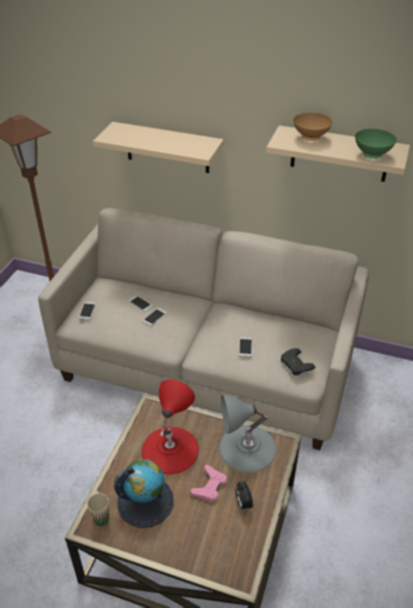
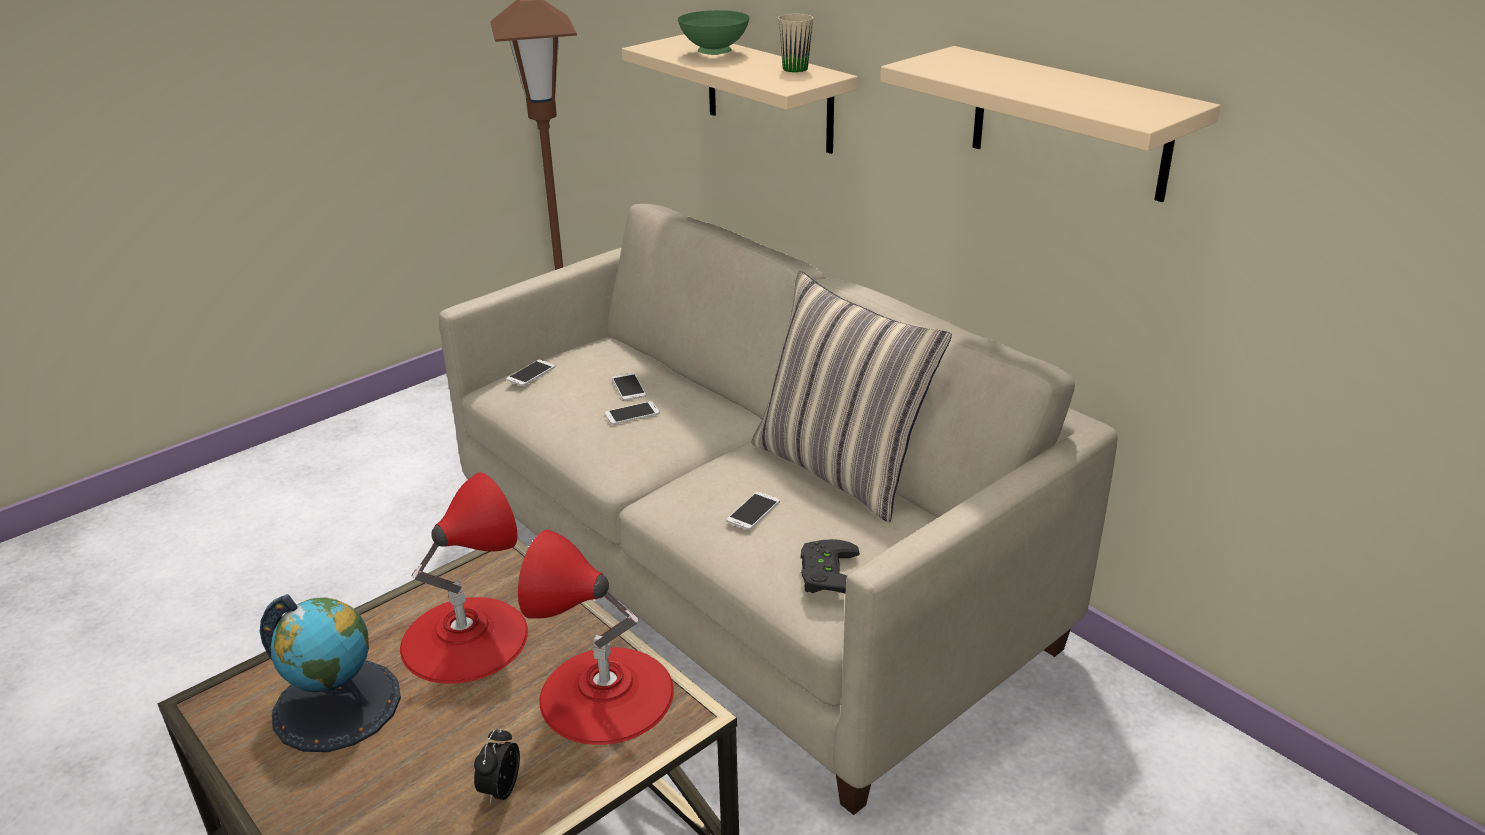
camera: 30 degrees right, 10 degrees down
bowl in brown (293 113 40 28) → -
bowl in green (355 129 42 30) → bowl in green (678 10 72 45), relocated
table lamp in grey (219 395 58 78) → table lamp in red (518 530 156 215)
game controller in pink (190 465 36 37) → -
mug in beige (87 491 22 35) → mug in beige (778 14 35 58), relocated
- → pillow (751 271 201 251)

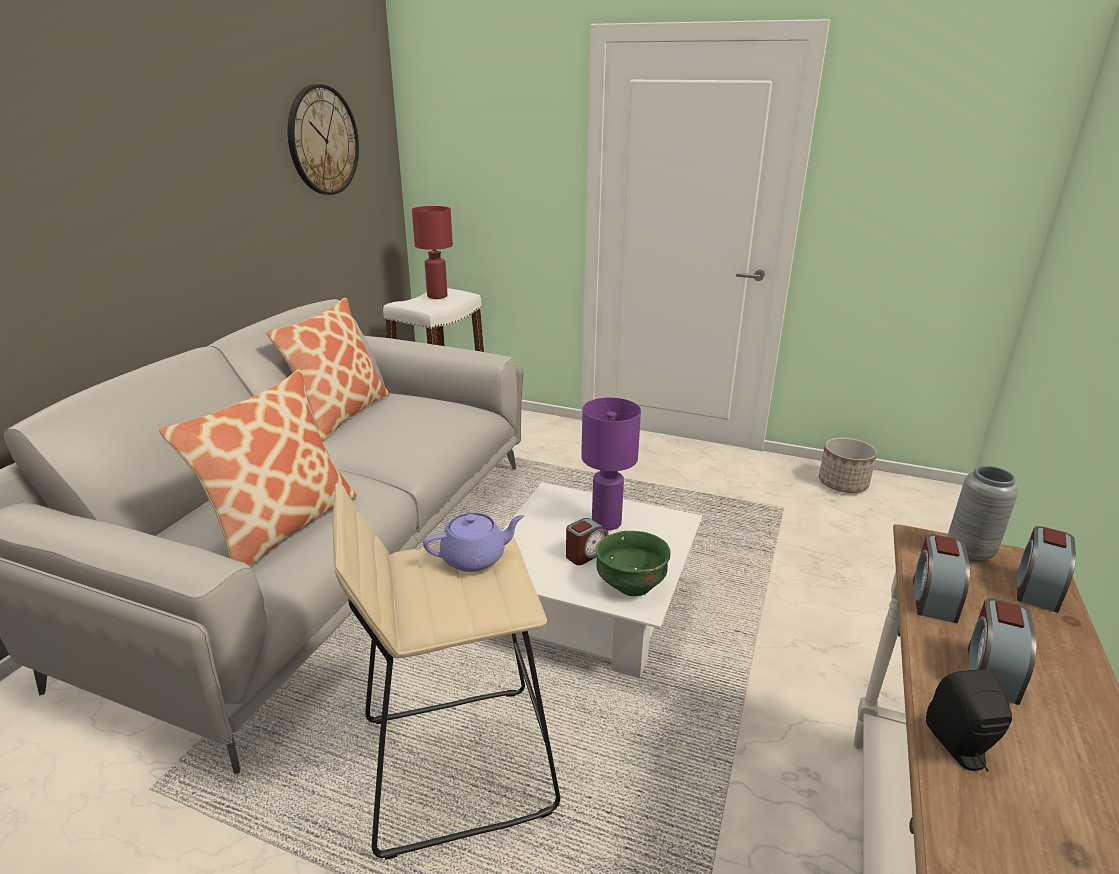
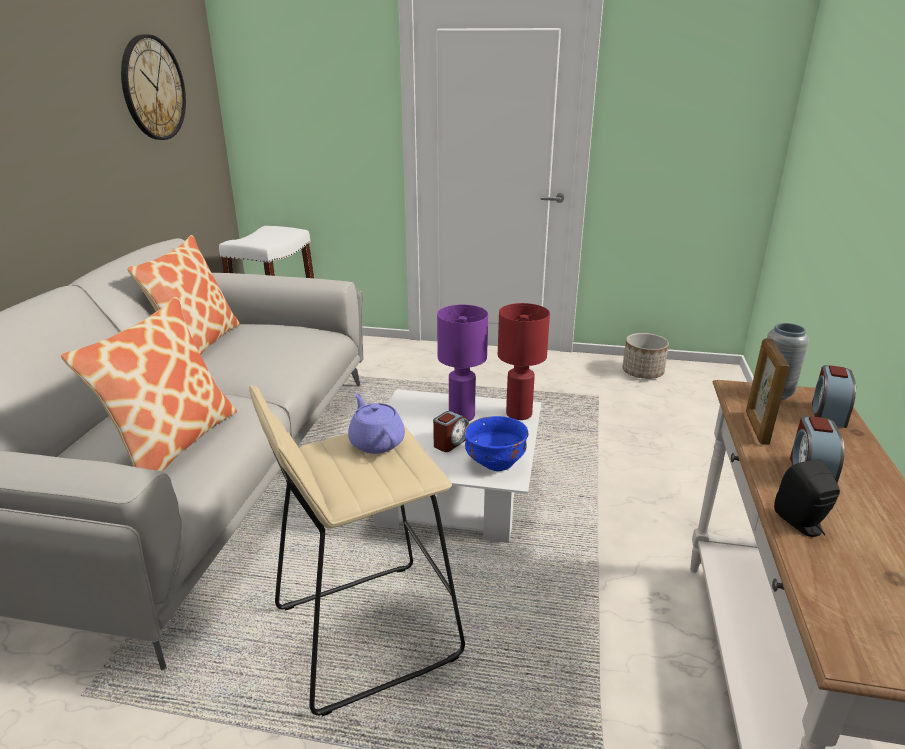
camera: 10 degrees left, 0 degrees up
table lamp in red (412 206 41 93) → table lamp in red (498 303 52 117), relocated
teapot in purple (423 513 101 59) → teapot in purple (348 393 57 61), 90 degrees counterclockwise
bowl in green (595 531 75 65) → bowl in blue (464 416 65 55)
alarm clock (913 534 57 89) → picture frame (746 338 43 107)

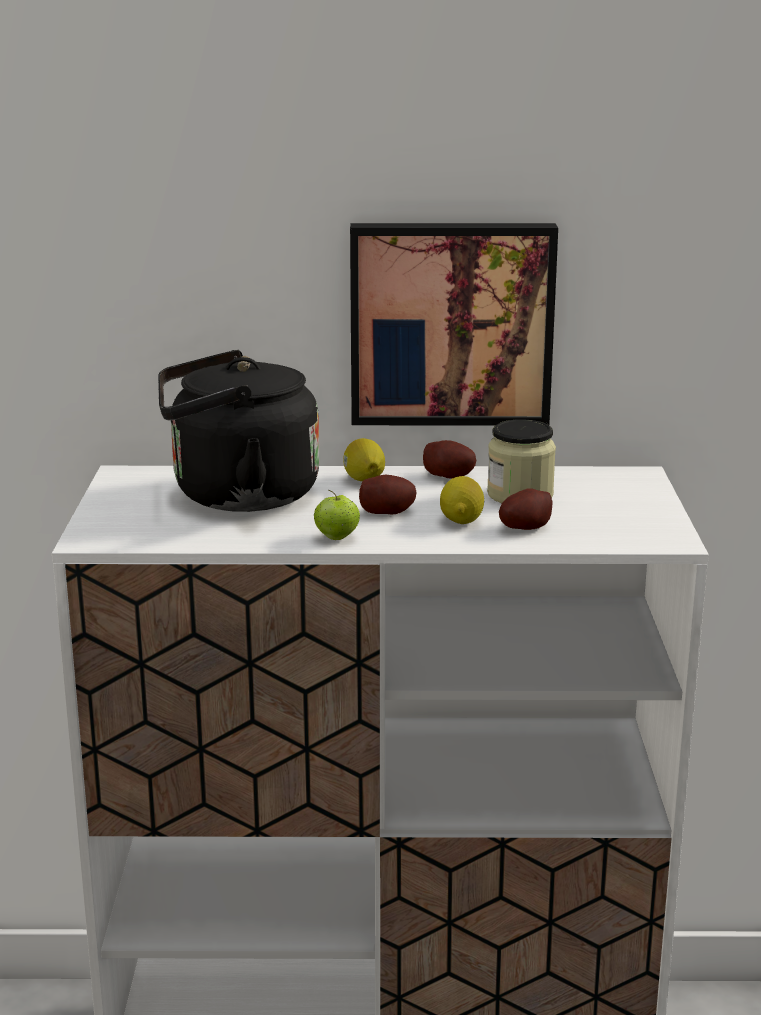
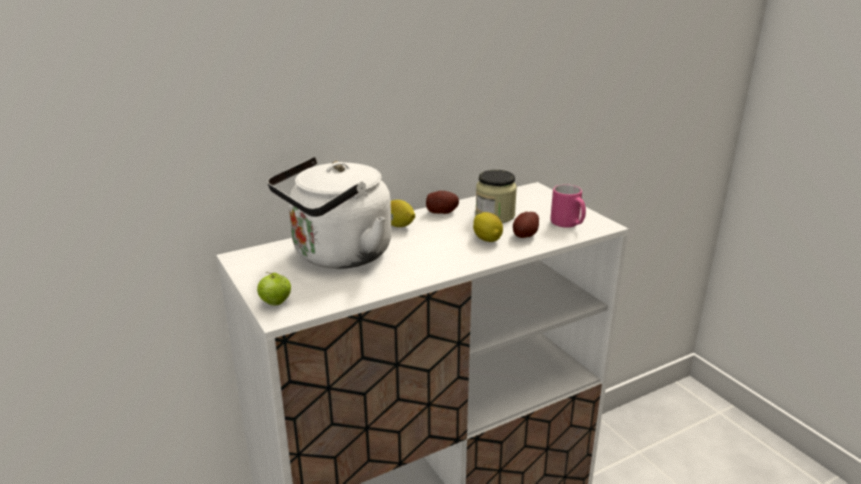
camera: 30 degrees left, 5 degrees up
picture (350 223 208 203) → -
kettle in black (158 350 161 162) → kettle in white (267 157 125 112)
potato (359 475 57 40) → -
apple (314 490 46 50) → apple (257 272 34 34), relocated
- → mug in pink (551 184 35 44)

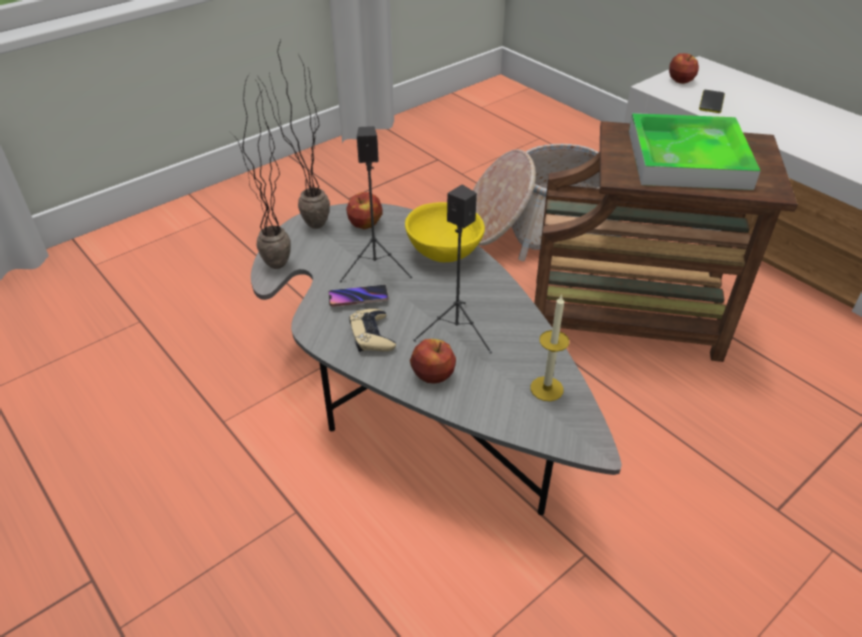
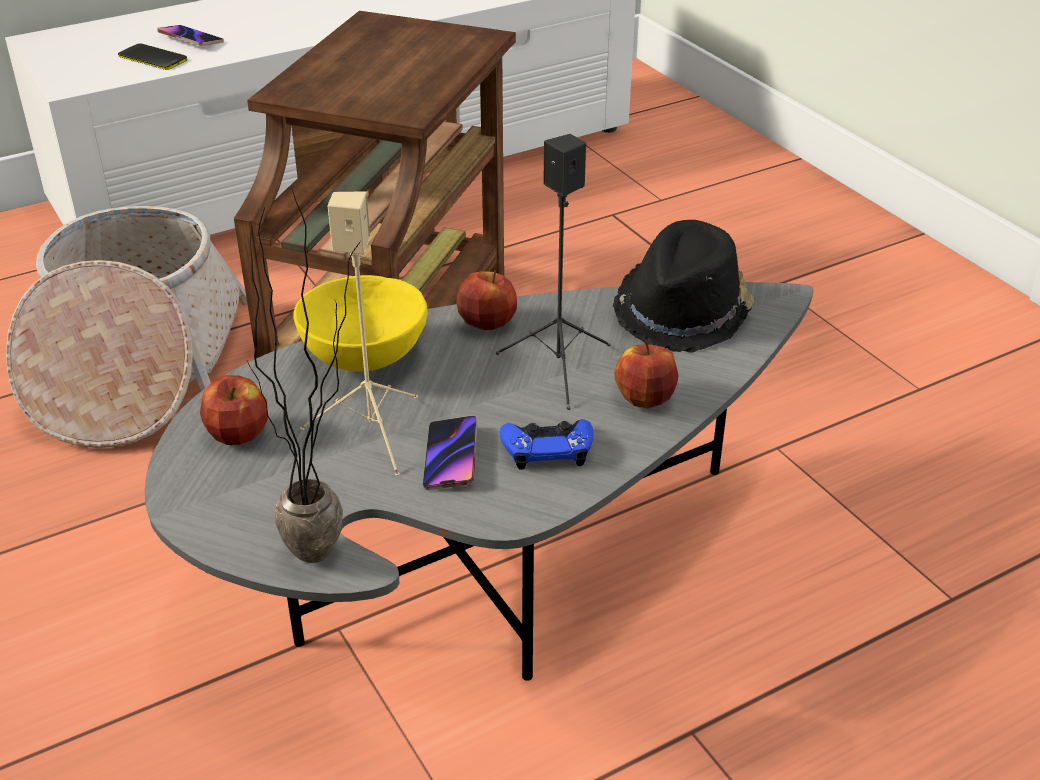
camera: 80 degrees left, 5 degrees down
potted plant (258 40 72 189) → -
apple (669 53 30 31) → apple (457 270 60 60), relocated
tray (629 113 132 77) → -
speaker in black (340 126 72 156) → speaker in beige (300 191 118 285)
candle (530 294 39 107) → hat in black (613 220 142 133)
game controller in beige (349 309 47 43) → game controller in blue (500 419 94 51)
- → phone (158 25 66 21)

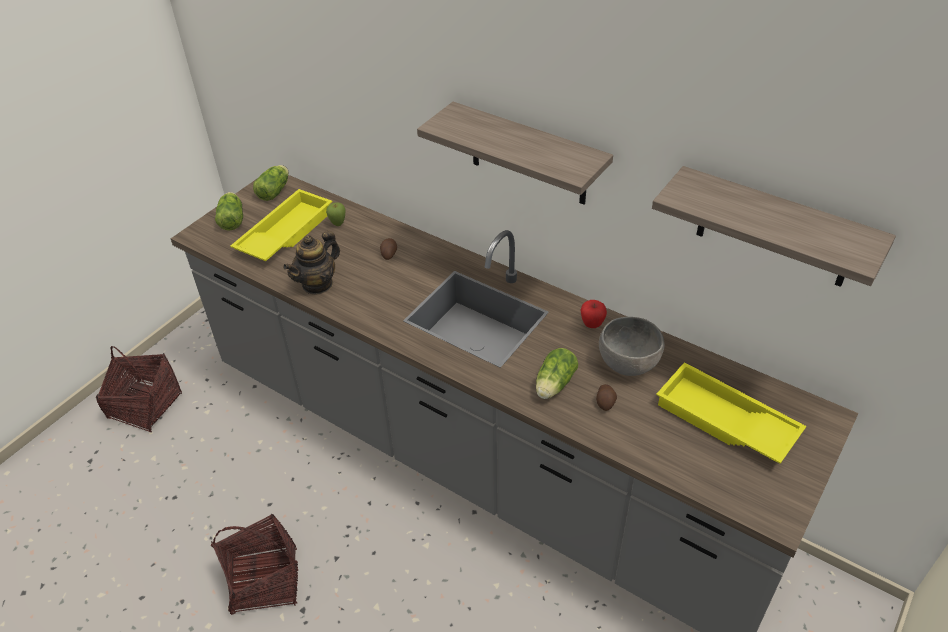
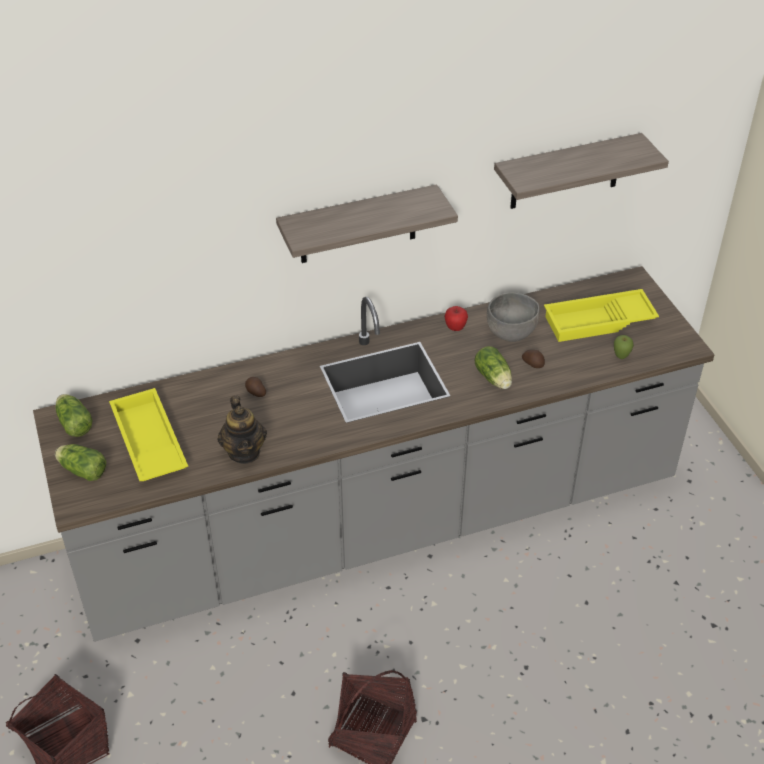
camera: 55 degrees left, 0 degrees up
apple (326 202 19 24) → apple (614 335 20 24), relocated

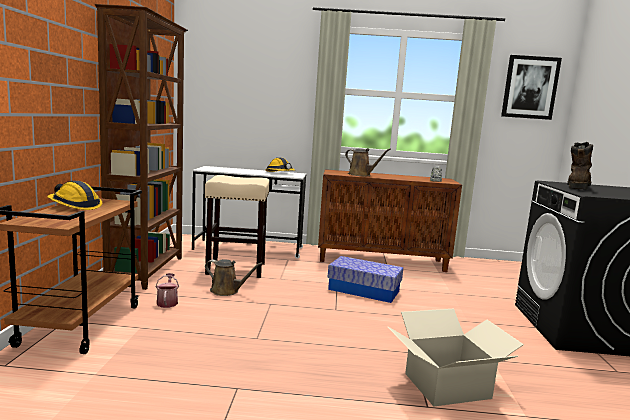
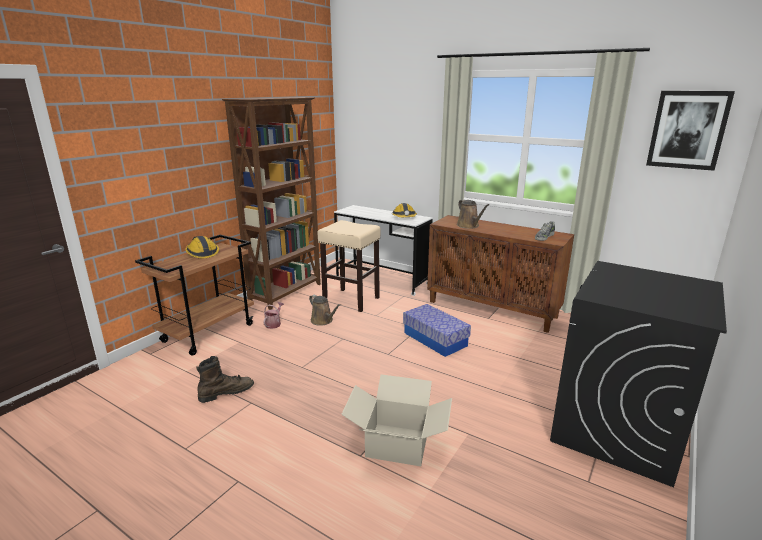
camera: 30 degrees right, 10 degrees up
boot in brown (567 142 26 47) → boot in brown (196 356 58 47), relocated

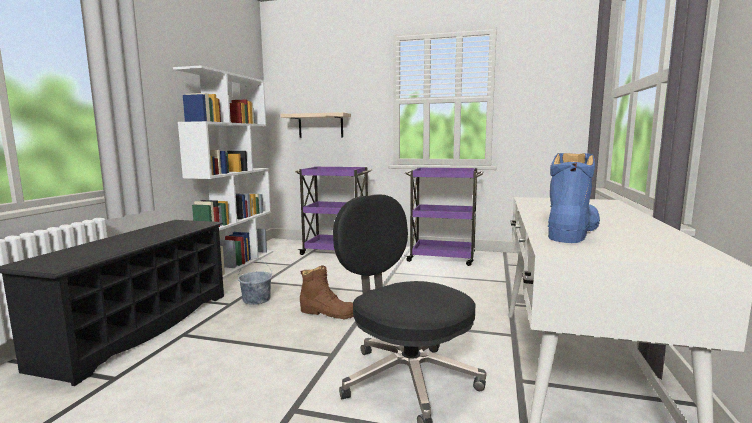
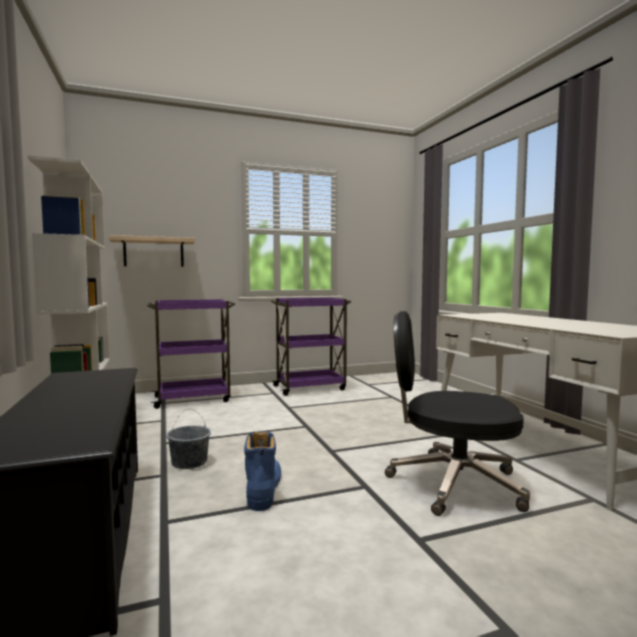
camera: 35 degrees left, 5 degrees down
boot in blue (548 153 52 90) → boot in blue (244 431 37 80), relocated
boot in brown (300 265 53 55) → -

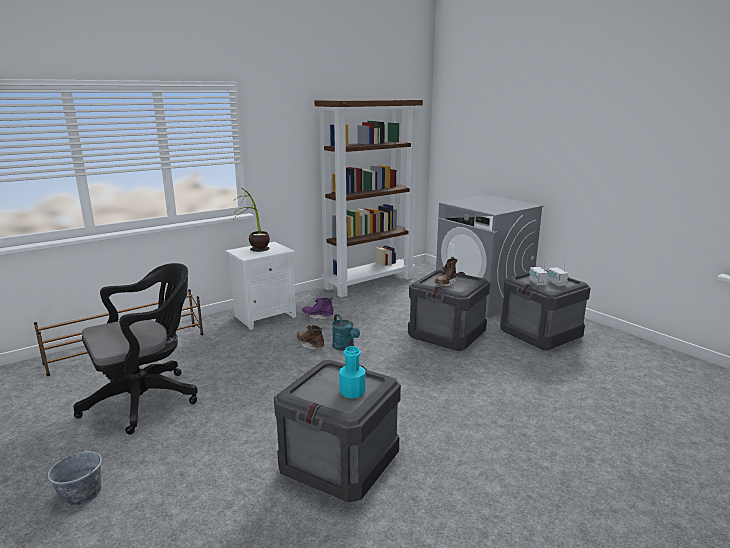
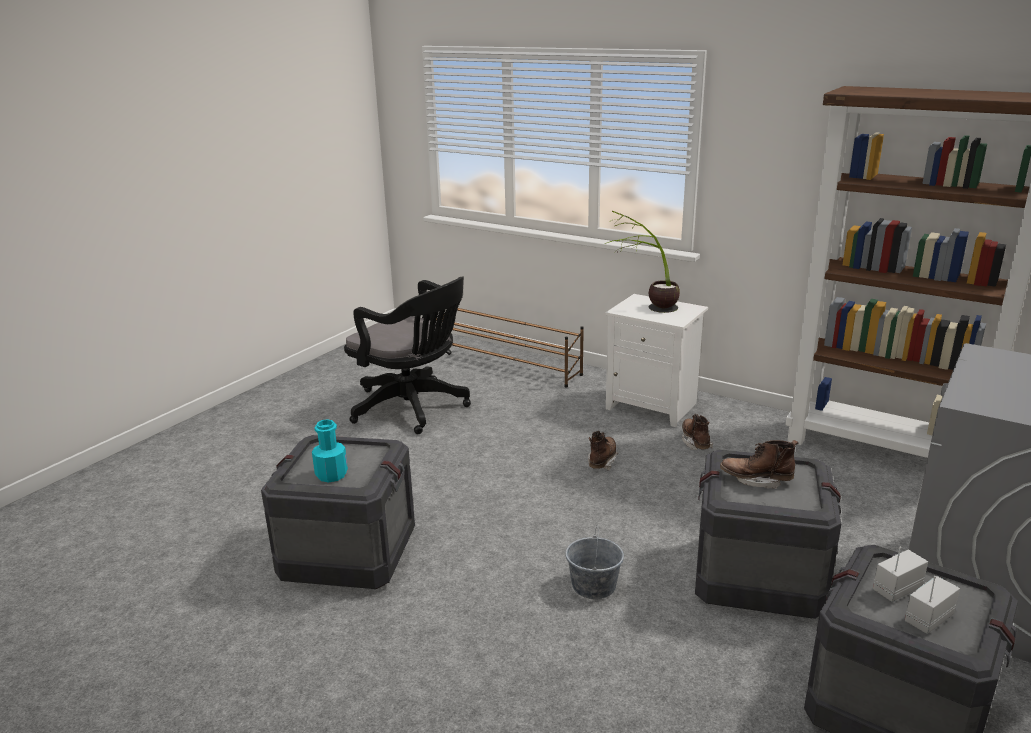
camera: 70 degrees right, 5 degrees up
boot in purple (302 297 31 23) → boot in brown (682 414 31 36)
watering can in turquoise (332 314 28 37) → -
bucket in grey (48 443 54 64) → bucket in grey (565 525 59 74), relocated

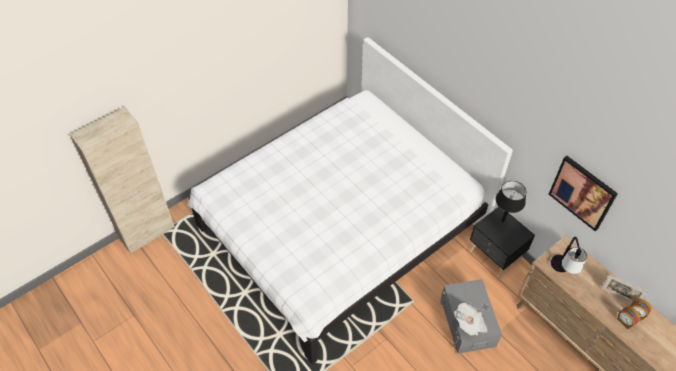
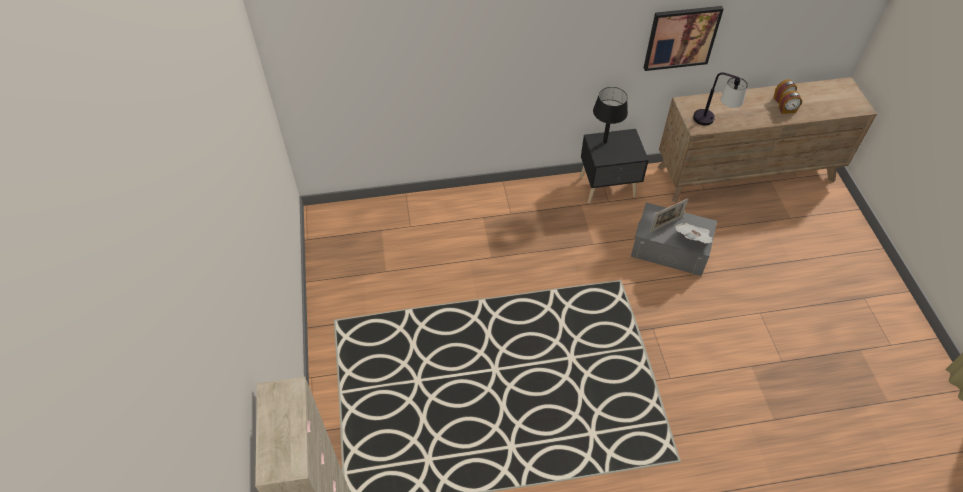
camera: 60 degrees left, 0 degrees up
bed in white (187 37 326 327) → -
picture frame (601 275 47 28) → picture frame (650 198 38 34), relocated

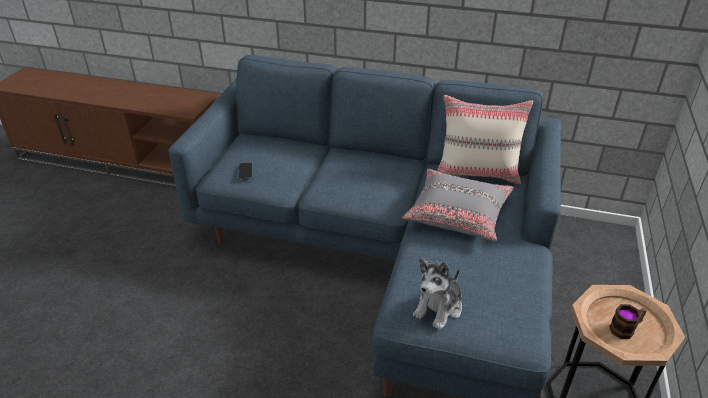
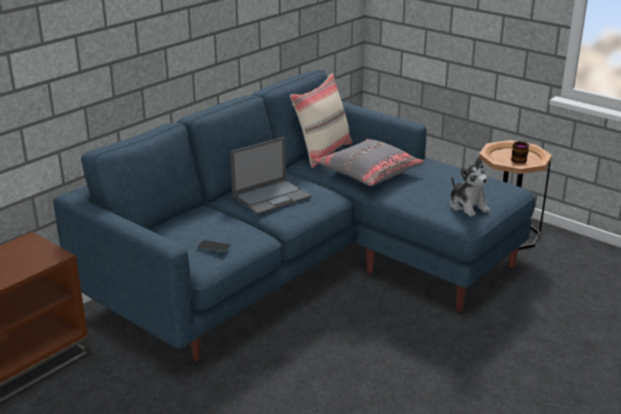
camera: 65 degrees left, 10 degrees down
- → laptop (230 137 82 78)

